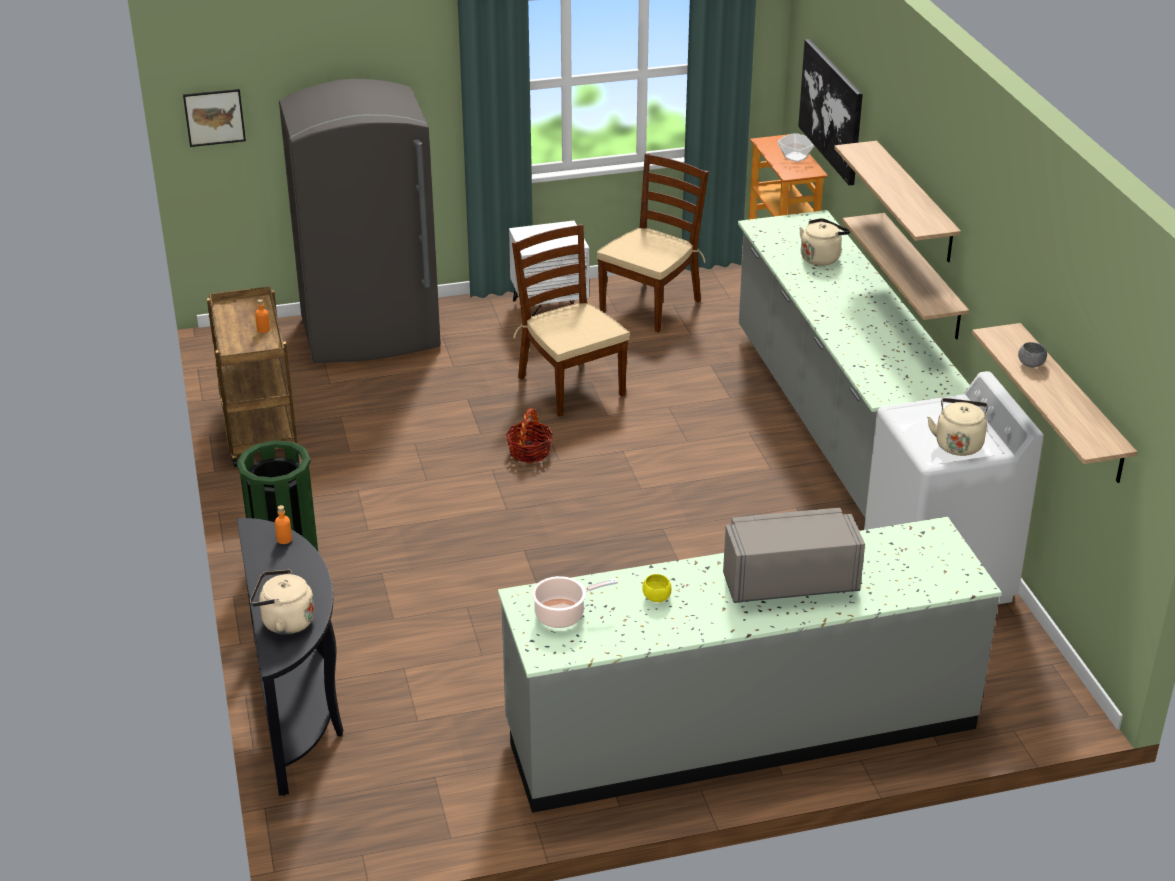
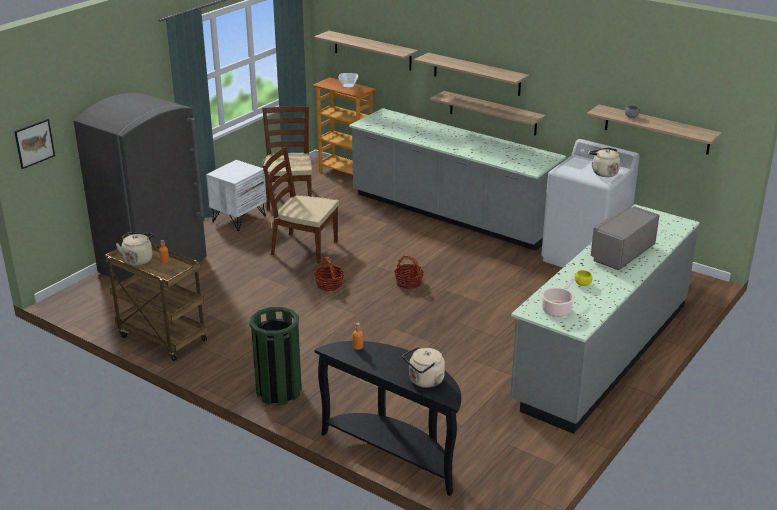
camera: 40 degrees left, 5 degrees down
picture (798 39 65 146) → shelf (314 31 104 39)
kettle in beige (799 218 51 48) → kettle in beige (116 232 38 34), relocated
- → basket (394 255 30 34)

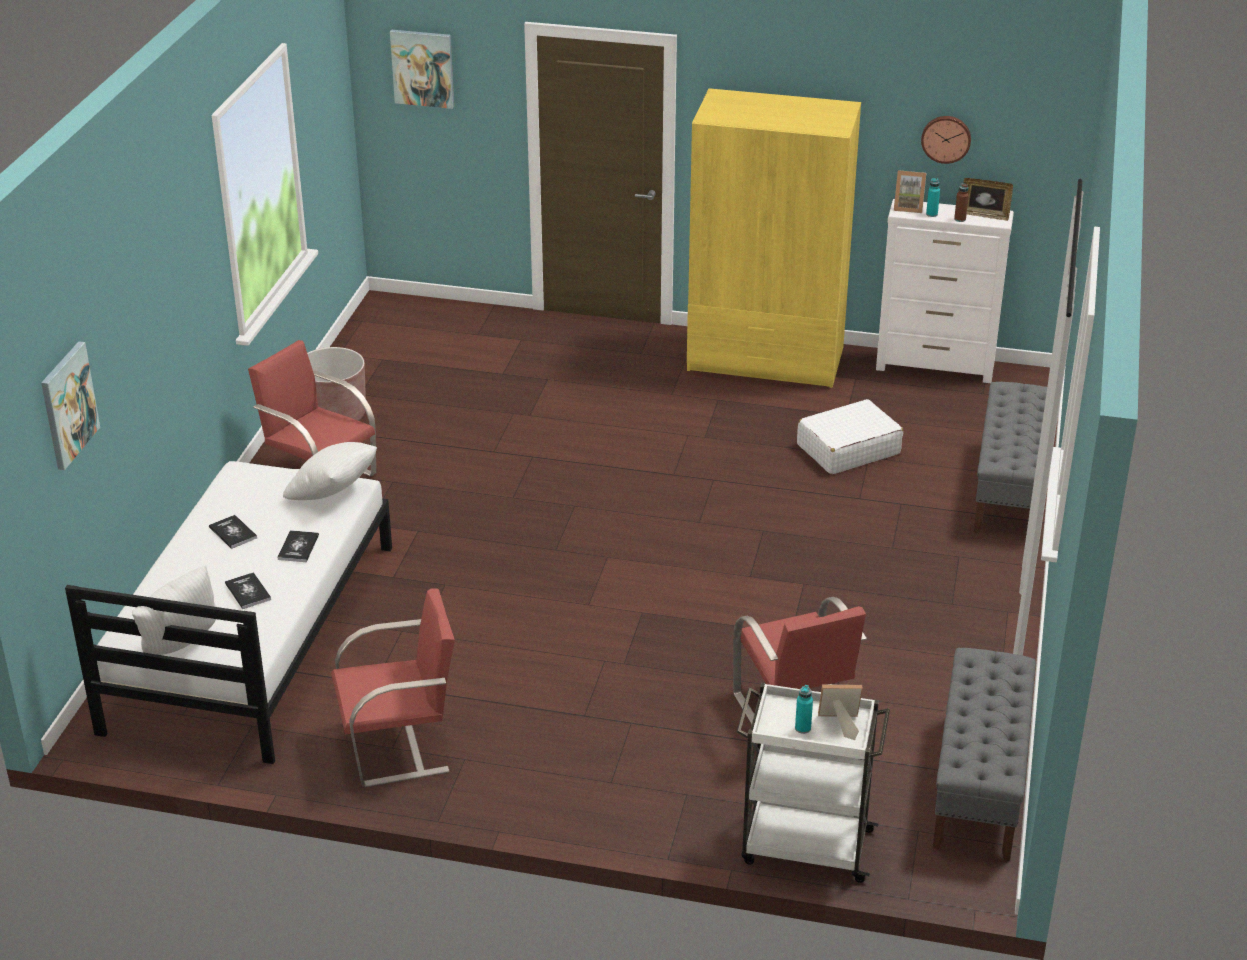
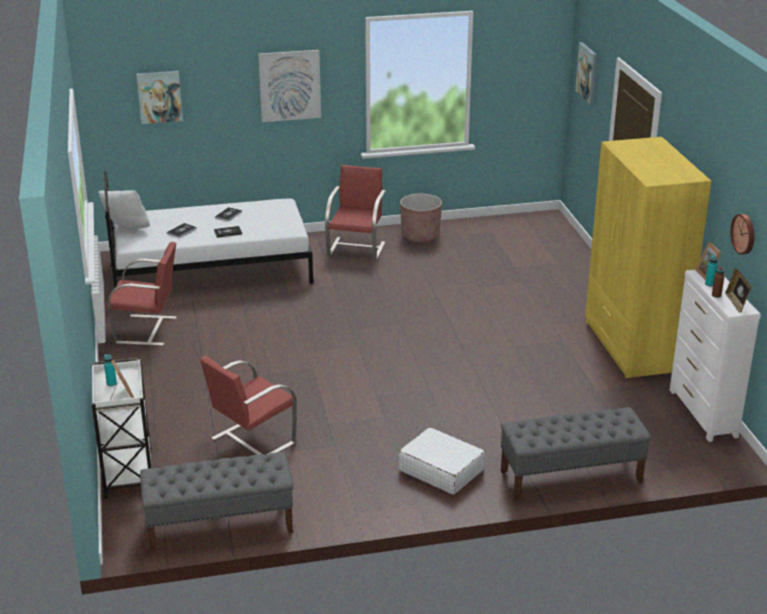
camera: 65 degrees right, 5 degrees down
suitcase in white (797 399 106 75) → suitcase in white (399 427 86 68), relocated
pillow in white (283 442 94 58) → -
chair in red (331 589 124 199) → chair in red (106 242 71 104), 45 degrees counterclockwise
- → picture (258 50 63 72)

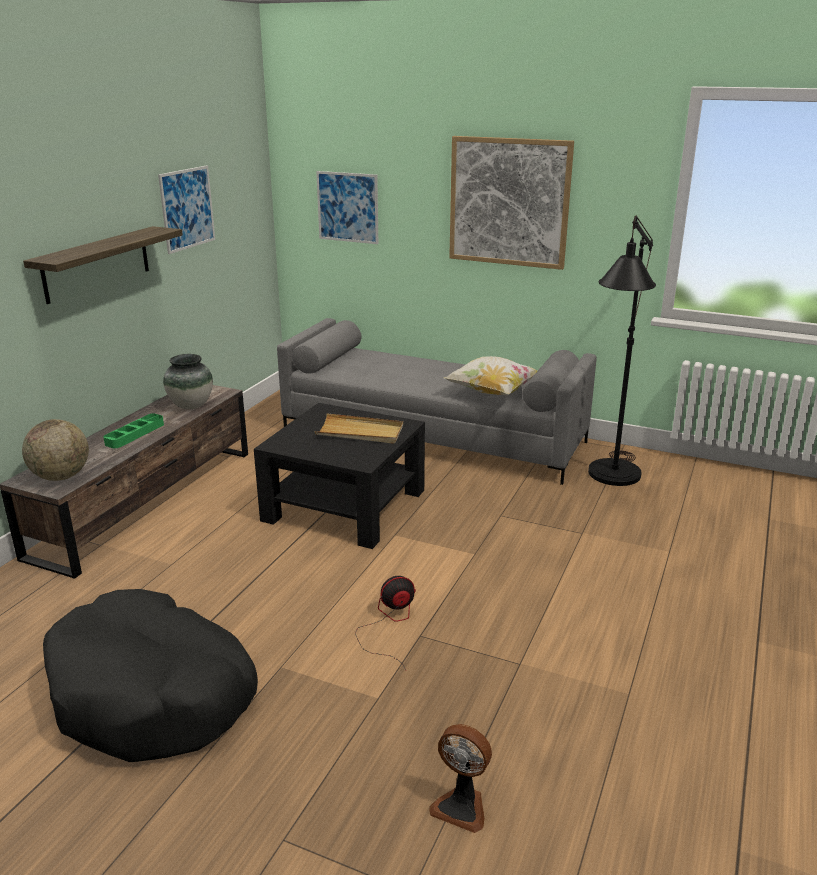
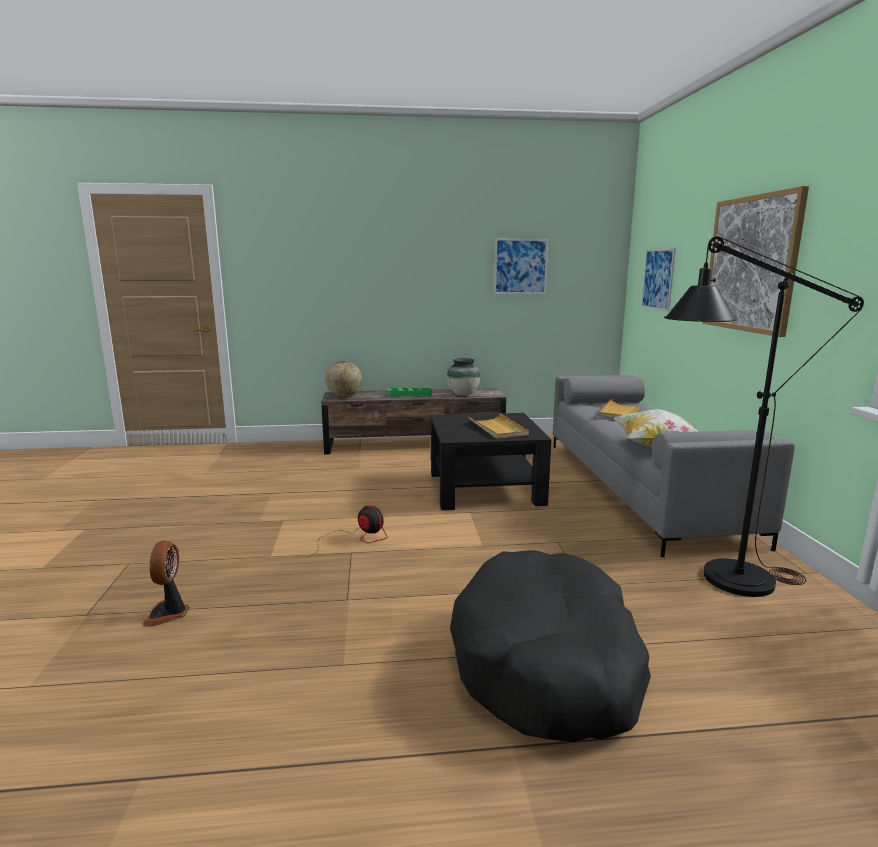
camera: 60 degrees right, 10 degrees down
shelf (23 226 160 78) → -
dog bed in black (43 589 215 173) → dog bed in black (450 550 201 192), relocated
- → tray in beige (598 399 47 19)

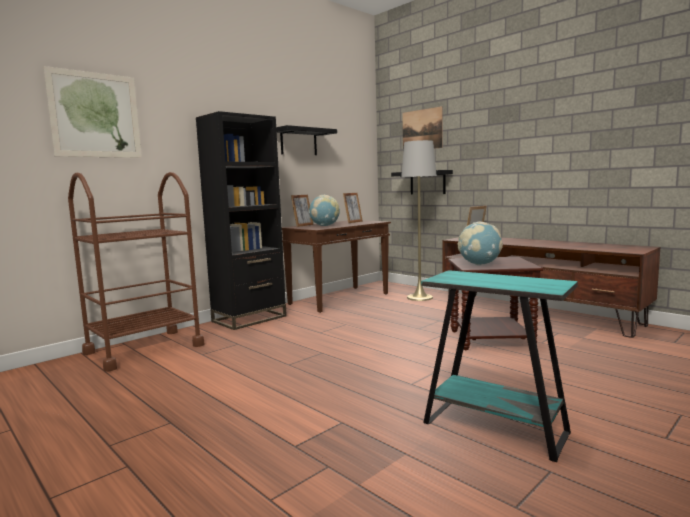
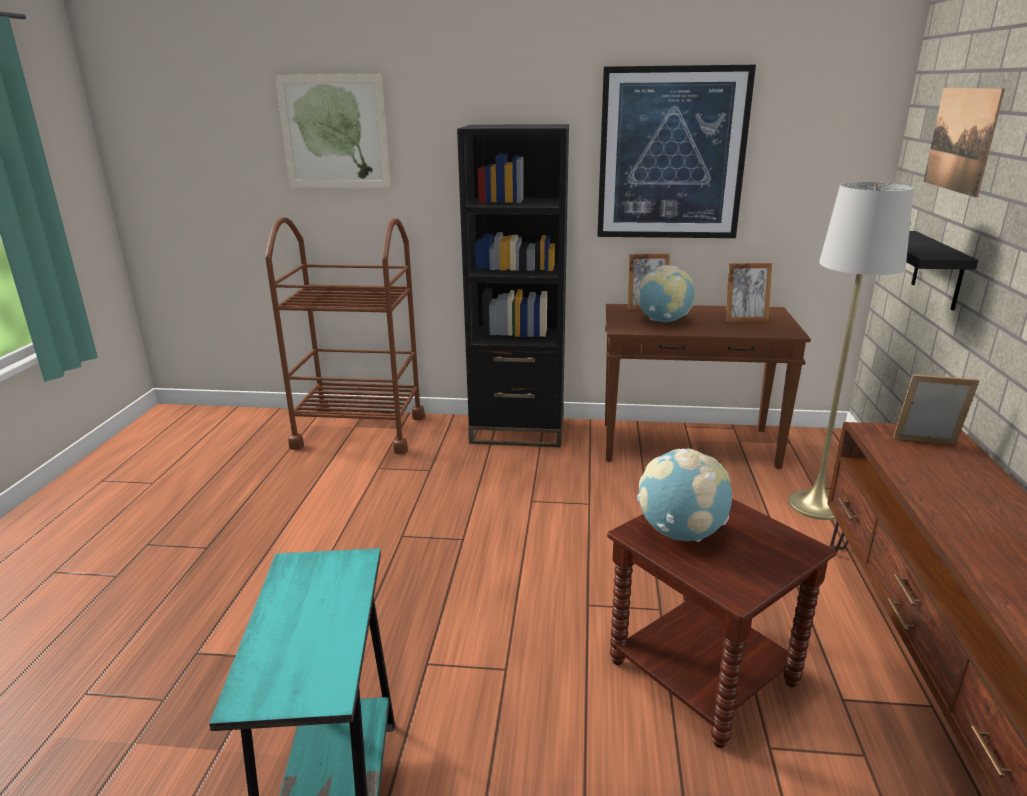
camera: 50 degrees right, 15 degrees up
shelf in black (276 125 61 30) → picture (597 65 159 173)

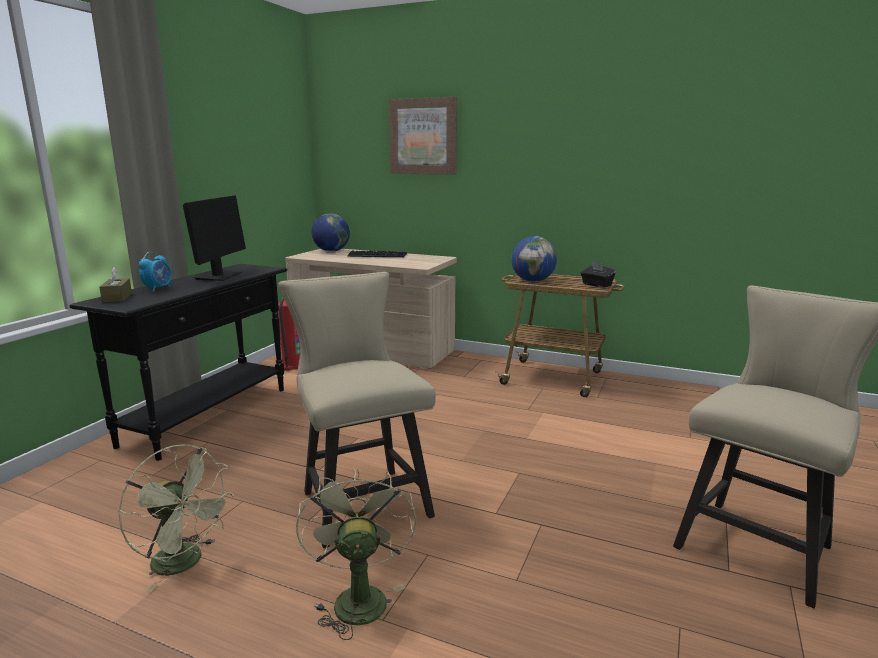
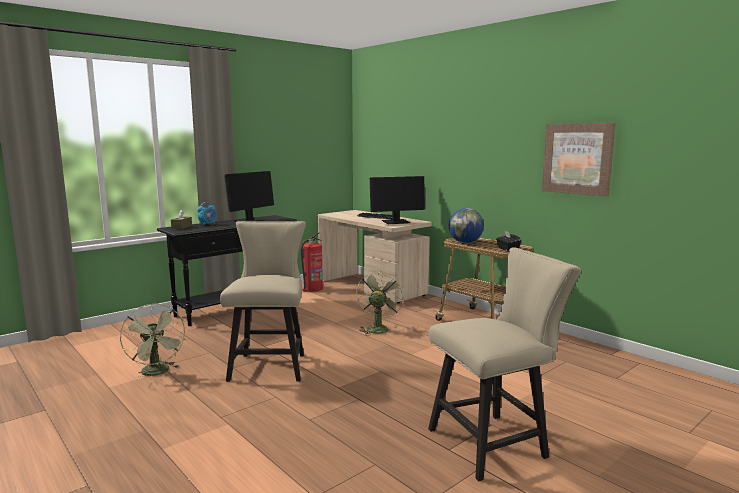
camera: 25 degrees right, 5 degrees down
picture (389 97 68 78) → picture (542 123 74 74), relocated
globe (311 213 39 39) → -
fan in green (296 466 121 174) → fan in green (356 270 48 65), relocated
- → monitor (370 176 55 48)

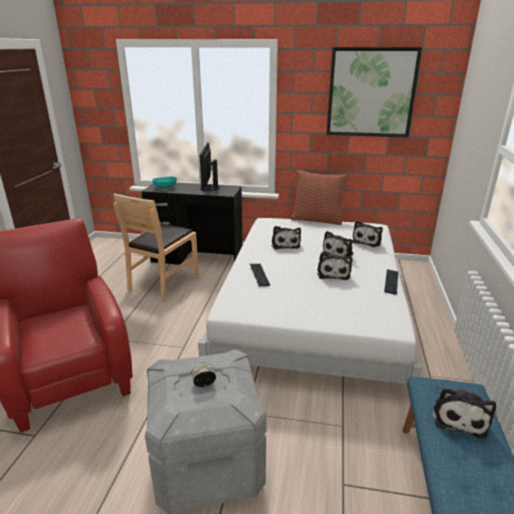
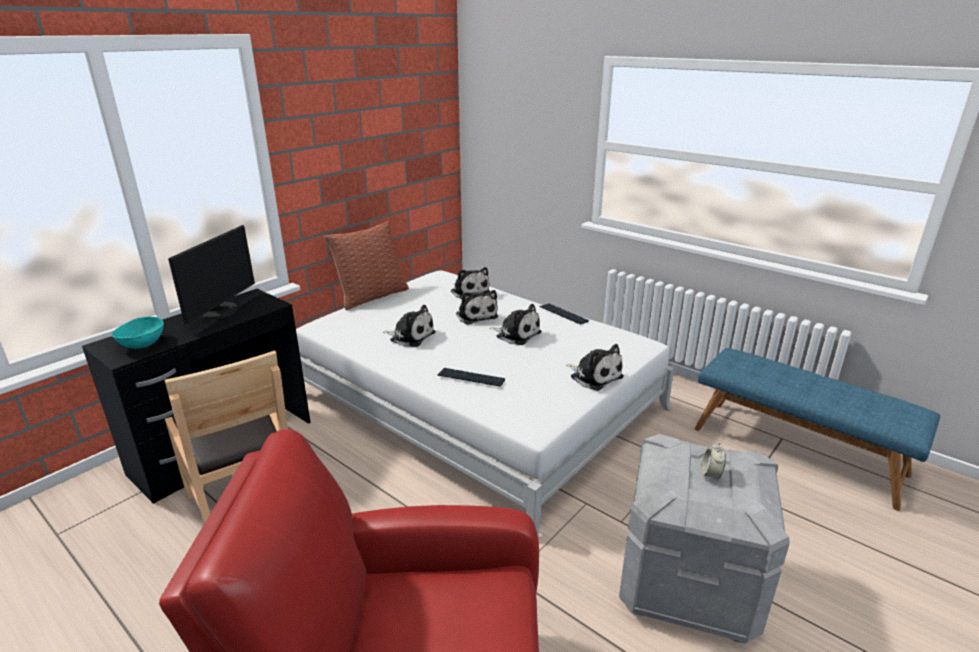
camera: 60 degrees left, 0 degrees up
picture (327 47 95 90) → -
monitor (200 142 19 50) → monitor (168 225 87 100), 105 degrees counterclockwise
plush toy (433 387 63 51) → plush toy (566 344 58 47), relocated

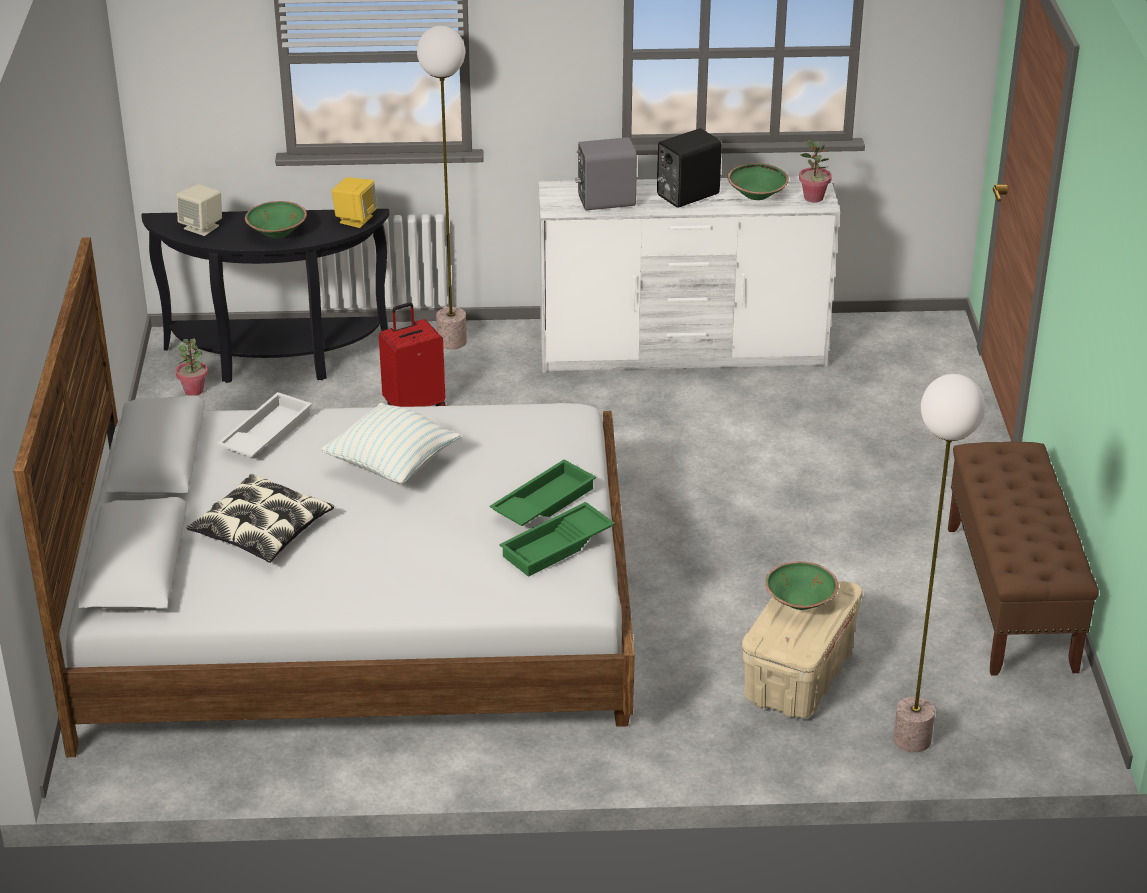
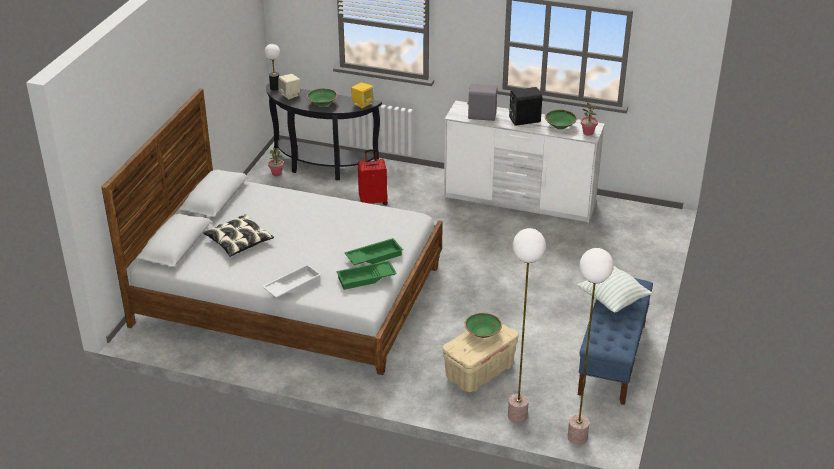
camera: 20 degrees right, 0 degrees up
floor lamp (417 26 50 323) → floor lamp (568 248 46 197), relocated
tray in white (217 392 95 65) → tray in white (262 264 60 34), relocated
pillow (321 403 140 81) → pillow (577 266 75 47), relocated
bench in brown (948 441 151 234) → bench in blue (578 278 75 127)
- → table lamp (264 44 16 47)

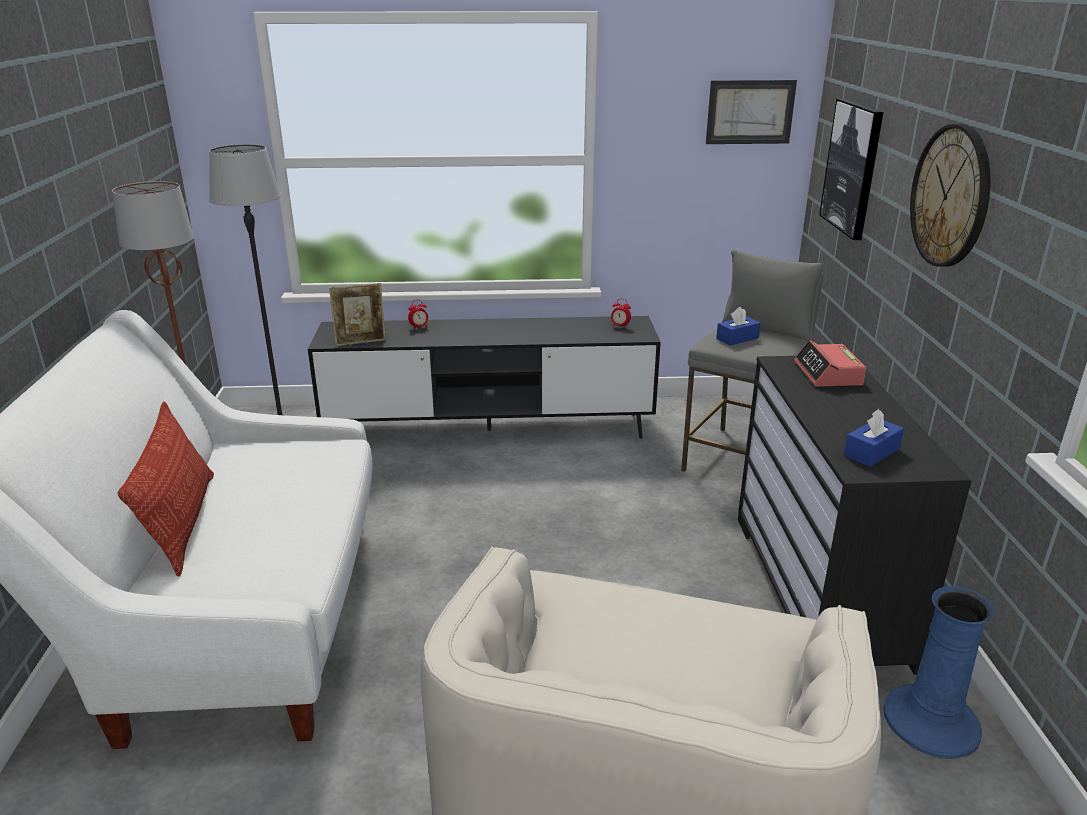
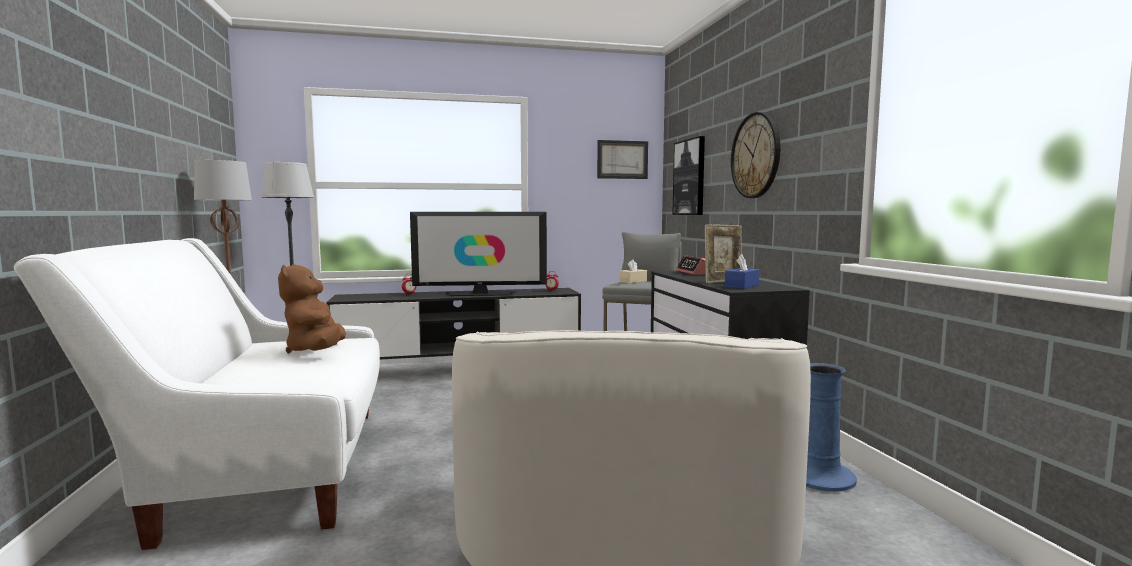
camera: 10 degrees left, 20 degrees down
picture frame (329 283 57 63) → picture frame (705 224 37 59), relocated
tissue box in blue (716 307 45 39) → tissue box in beige (619 260 28 23)
pillow (117 401 97 175) → -
- → television (410 212 137 84)
- → plush toy in brown (278 264 68 89)

